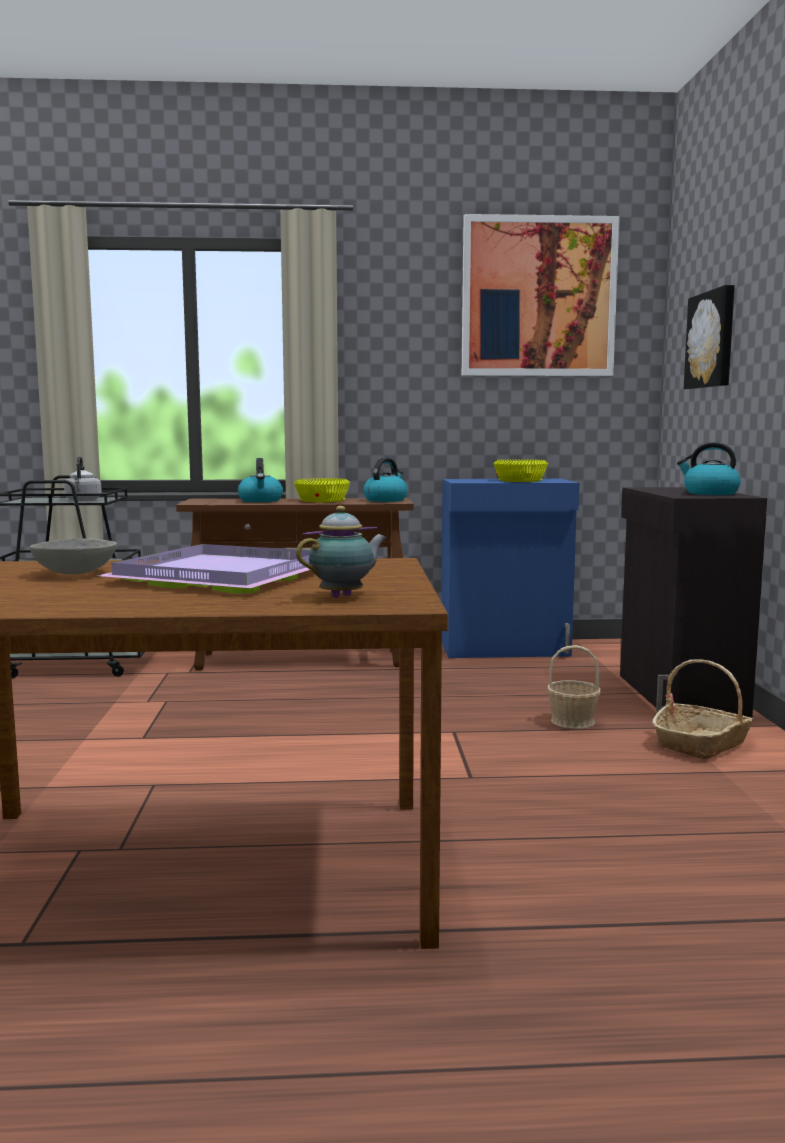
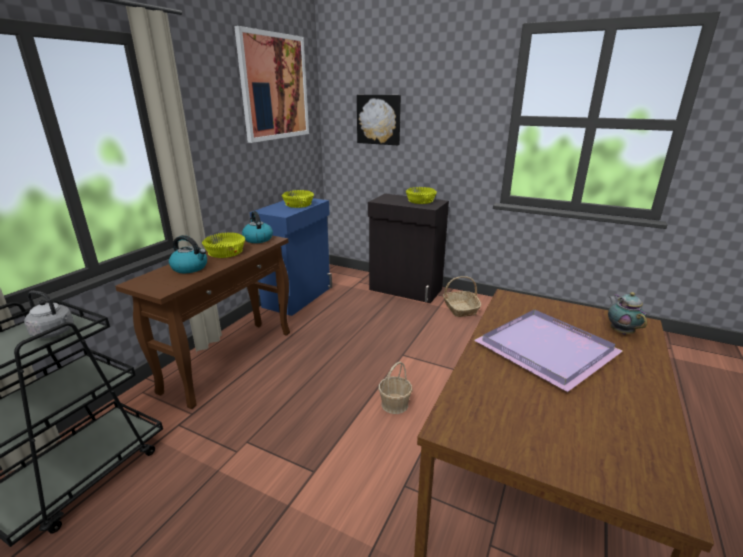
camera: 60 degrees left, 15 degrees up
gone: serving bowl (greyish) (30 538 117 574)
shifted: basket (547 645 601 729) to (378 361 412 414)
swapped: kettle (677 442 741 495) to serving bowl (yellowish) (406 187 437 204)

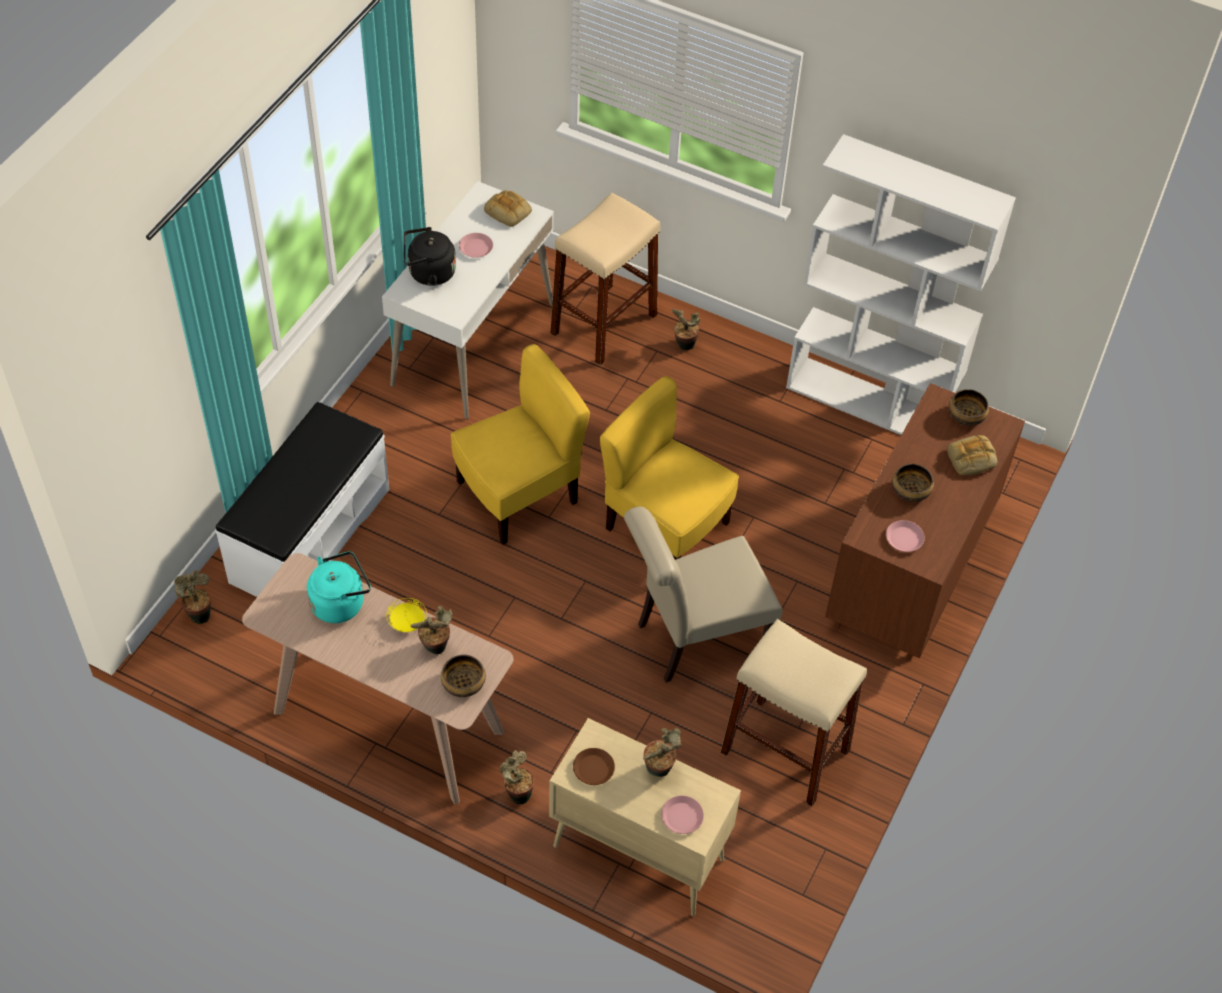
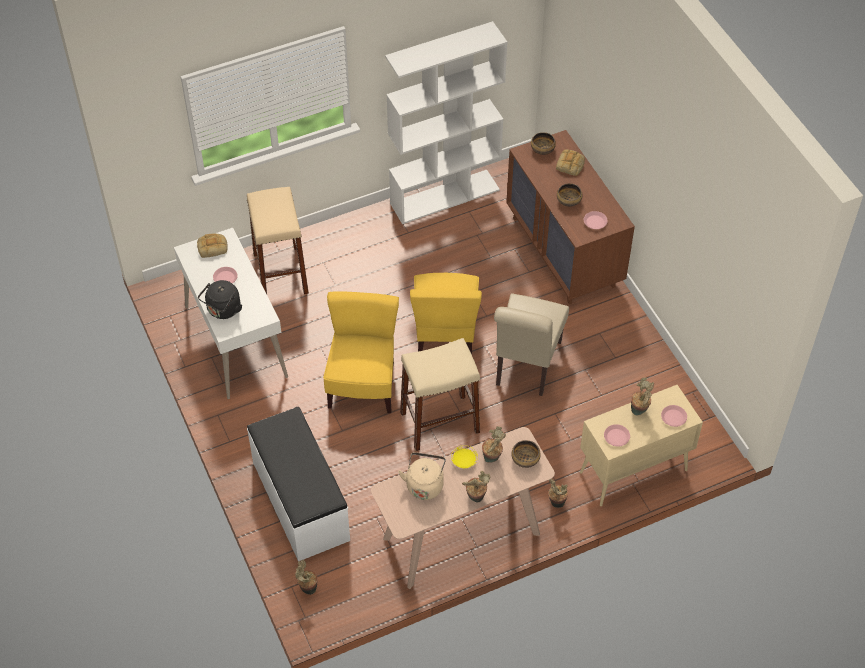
camera: 50 degrees left, 0 degrees up
shifted: plant in a pot (672 309 700 350) to (462 471 490 503); stool seat (beige-coloured) (721 619 867 806) to (400 338 480 451)
repainted: kettle (blue-green) (307 551 371 623) to kettle (beige-coloured) (398 452 446 500); flat dish (brown) (573 748 615 785) to flat dish (pinkish) (604 424 630 447)
rotated: plain chair (yellowish) (600 376 739 560) = (410 273 482 354) 75 degrees counterclockwise

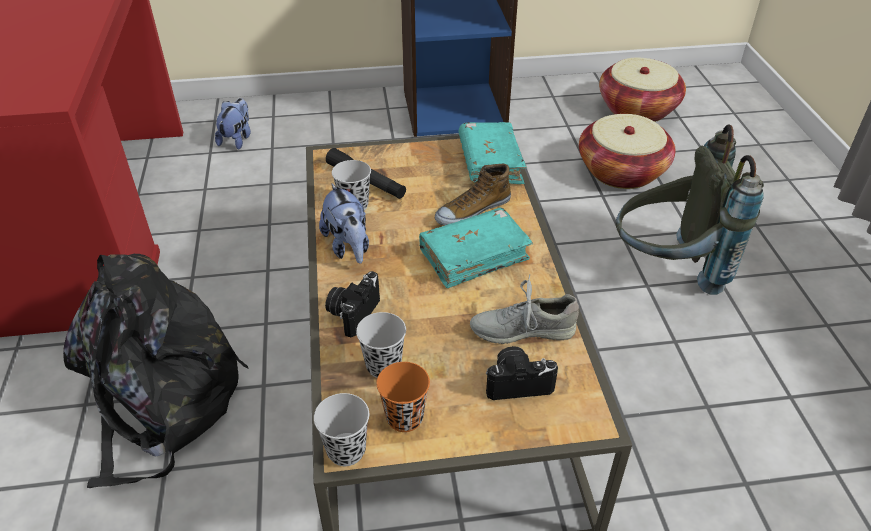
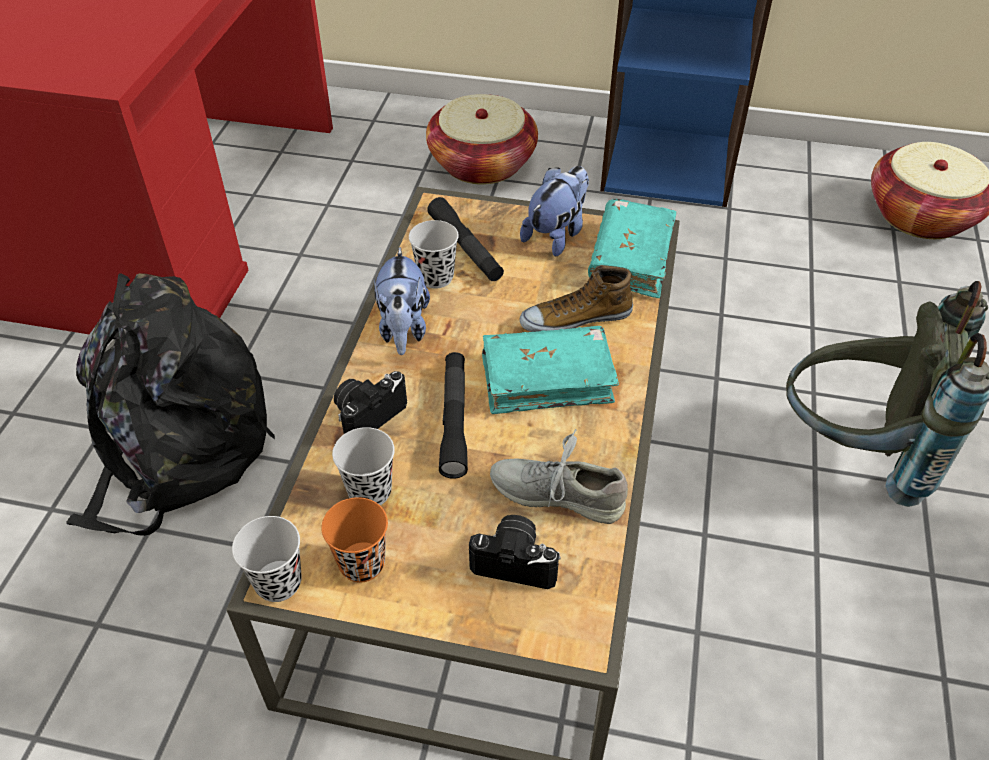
camera: 20 degrees right, 5 degrees up
new: torch (black) (439 352 468 479)
shifted: soft toy (215 98 251 149) to (520 166 589 257); basket (579 114 675 189) to (426 94 538 185)

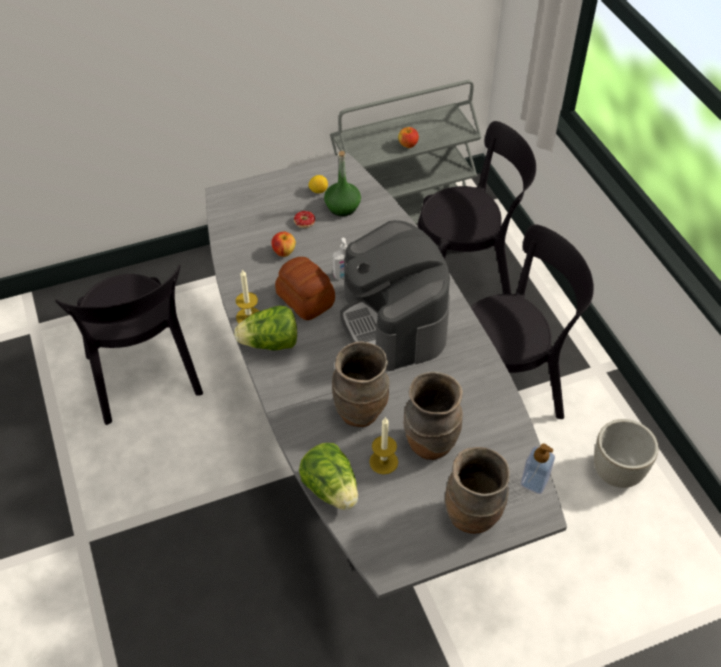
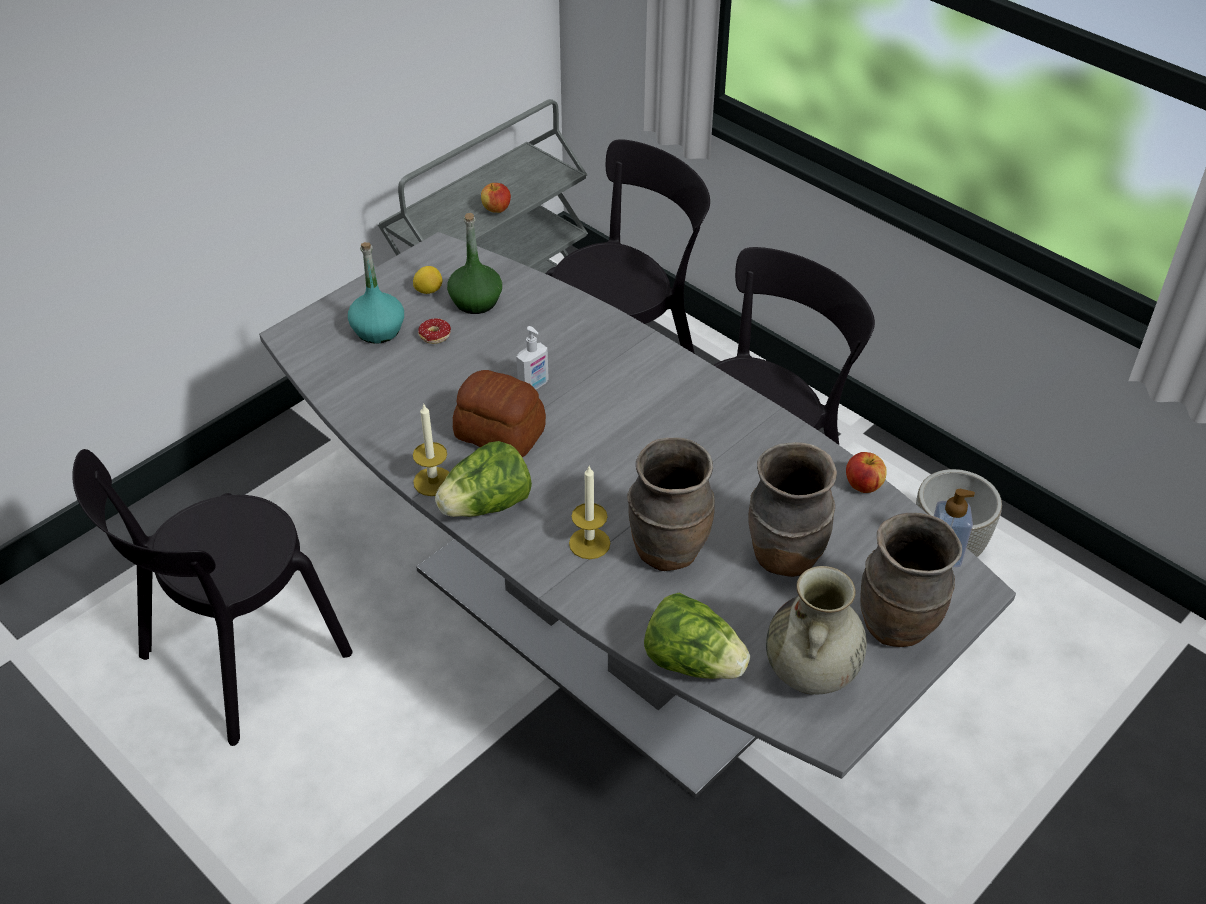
camera: 25 degrees left, 5 degrees down
gone: coffee brewer (340 220 450 371)
new: beverage bottle (blue-green) (348 242 404 344); decorative vase (beige-coloured) (766 566 867 694)
shifted: apple (271 232 296 257) to (846 452 887 493); wax light (369 417 398 474) to (569 466 611 559)
rotated: plain chair (black) (55 265 203 425) = (72 449 352 746) 90 degrees clockwise

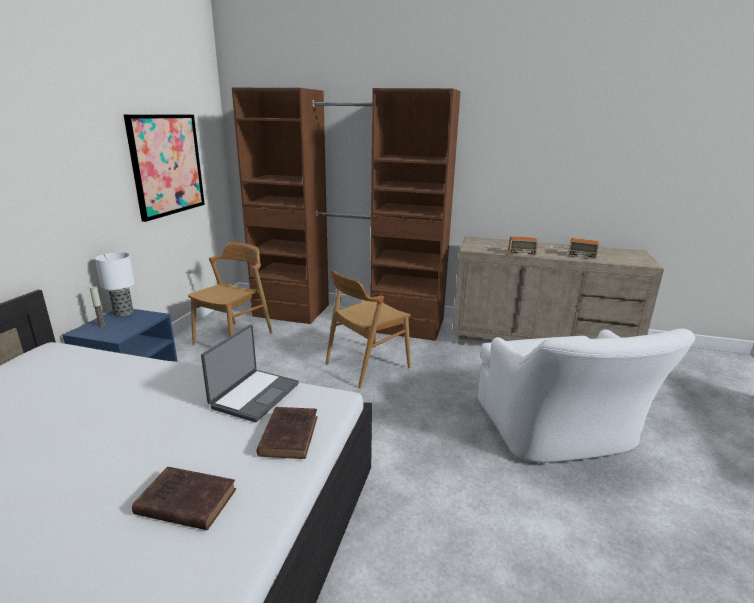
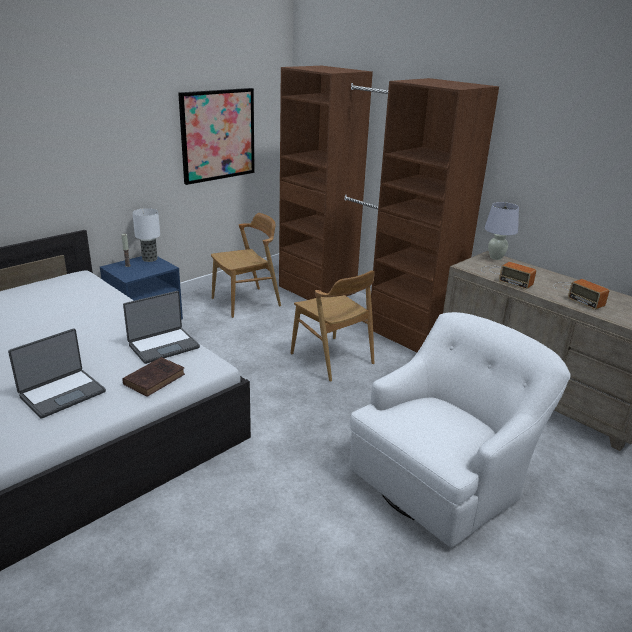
camera: 30 degrees right, 5 degrees up
new: tabletop lamp (white-coloured) (484 202 519 260)
swapped: bound book (brown) (132 467 236 530) to notebook computer (8 328 106 419)
rotated: plain chair (brown) (326 270 411 388) = (291 271 375 382) 120 degrees counterclockwise; lounge chair (white-coloured) (478 328 696 463) = (349 312 571 547) 150 degrees counterclockwise

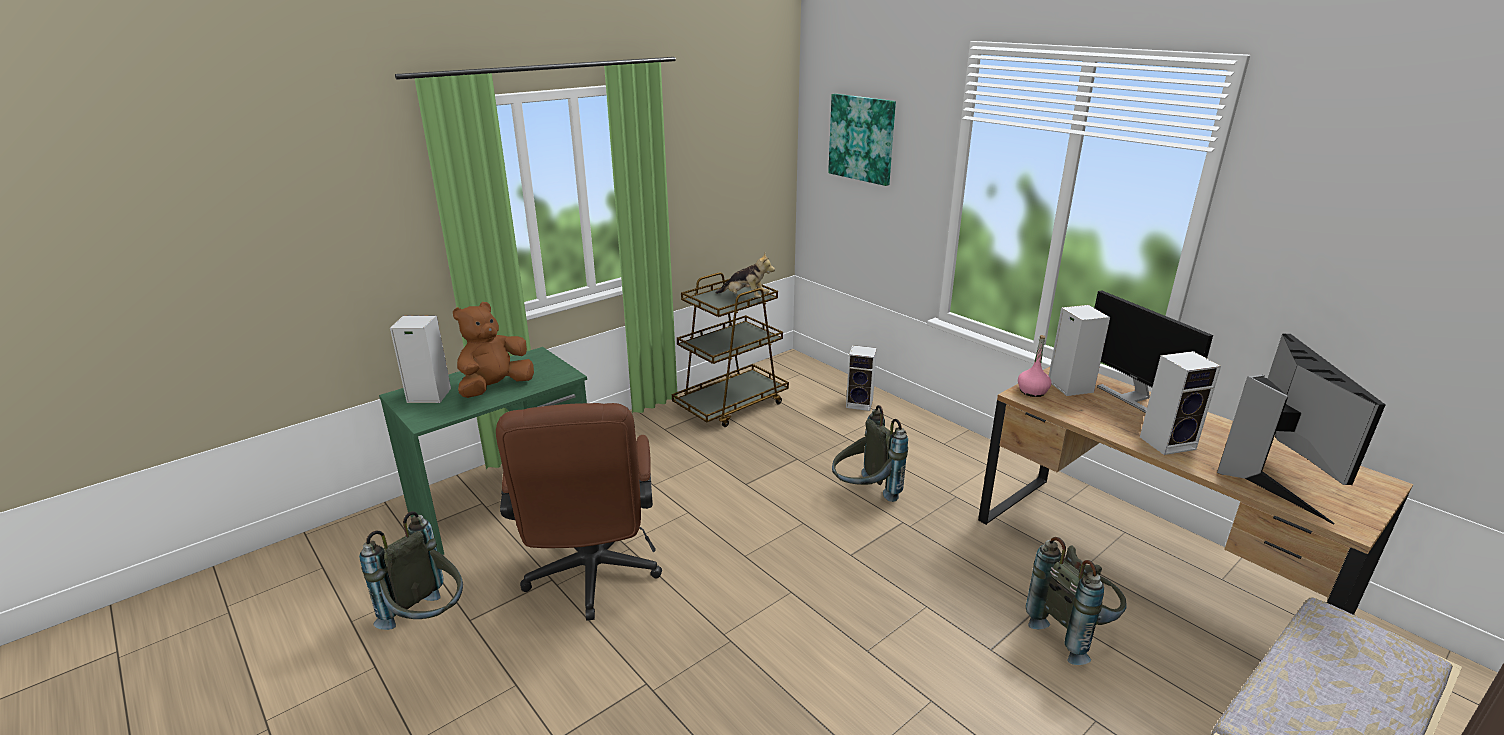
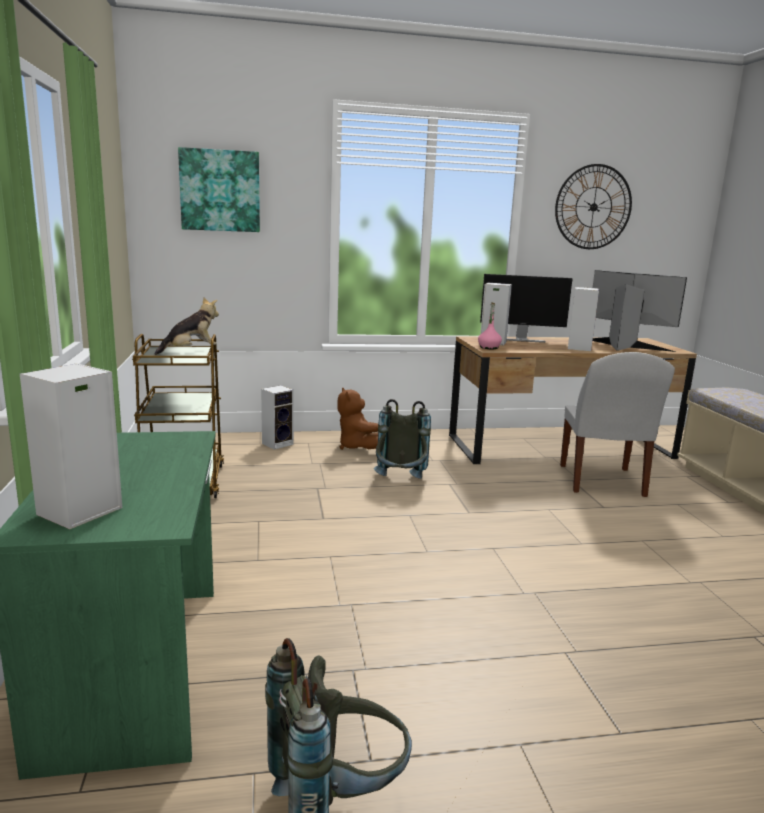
camera: 60 degrees left, 10 degrees down
gone: desk chair (brown) (496 403 662 621)
new: hanging clock (555 164 632 249)
shifted: soft toy (brown) (453 302 534 398) to (338 388 378 450)
swapped: backpack (greyish) (1026 537 1127 665) to plain chair (white-coloured) (560 352 675 497)

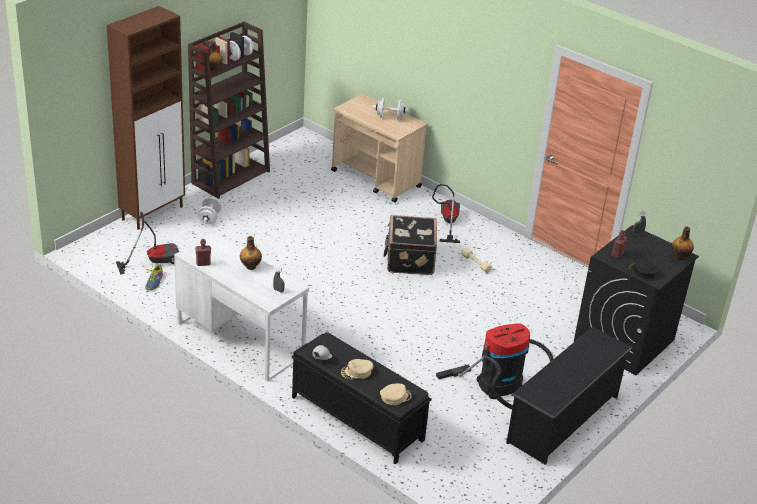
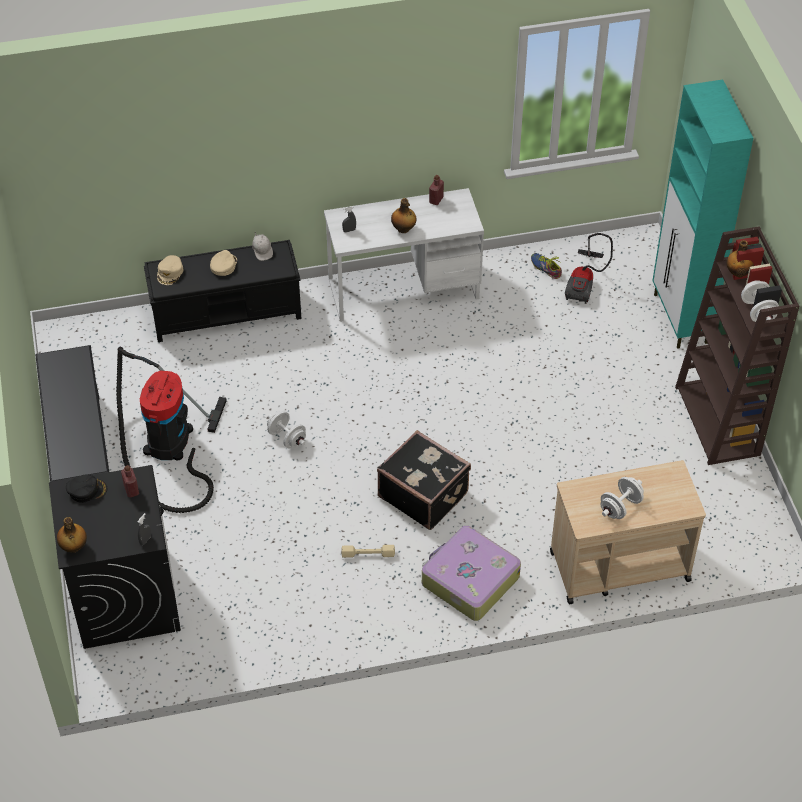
camera: 130 degrees right, 15 degrees up
shifted: hand weight (white-coloured) (197 197 222 224) to (267 411 306 448)
swapped: vacuum cleaner (432 184 460 243) to travel case (422 526 521 621)
repainted: cabinet (brown) (107 6 185 230) to cabinet (blue-green) (652 79 753 349)

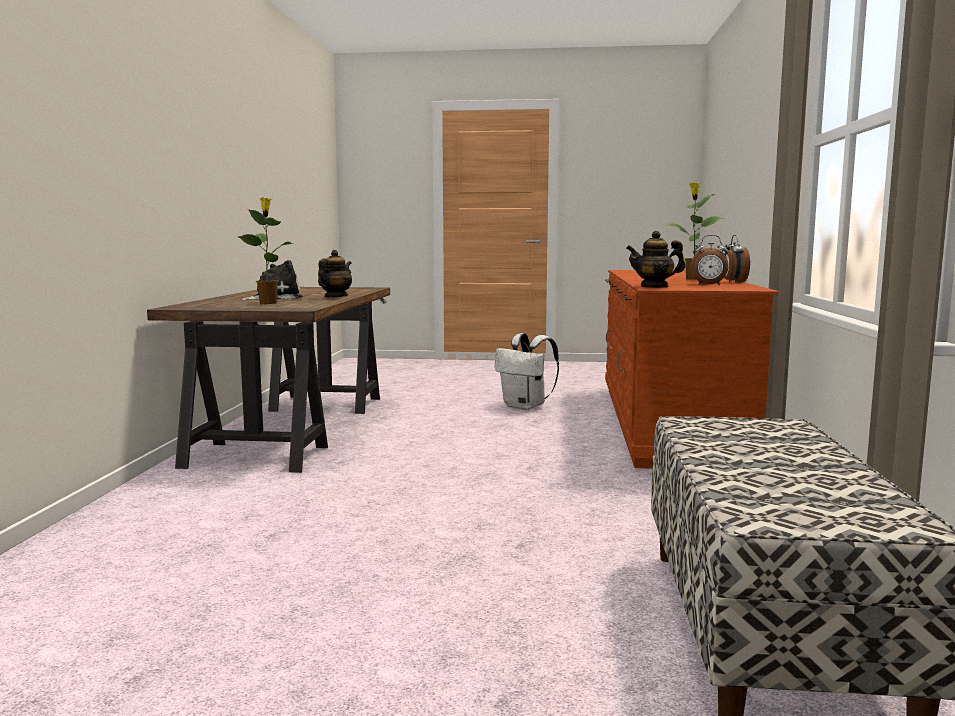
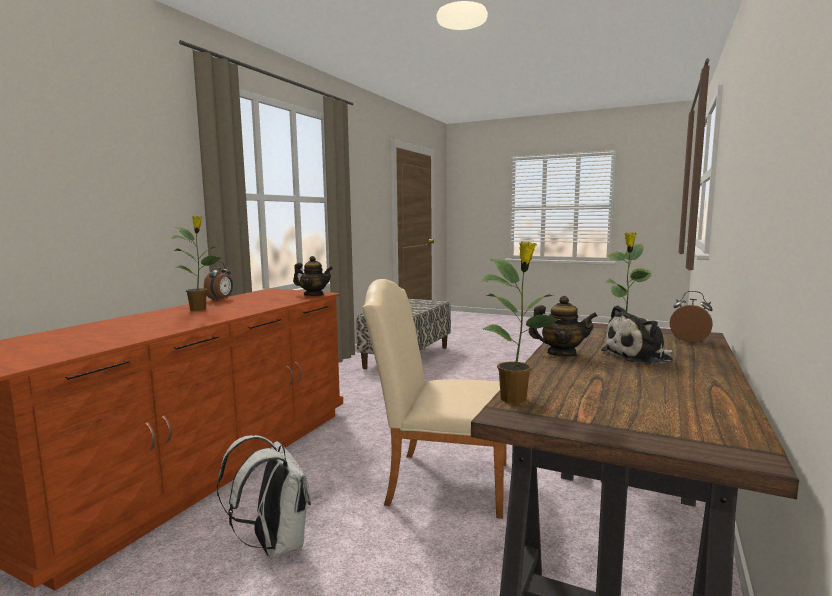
camera: 160 degrees left, 0 degrees up
new: plain chair (beige-coloured) (362 279 507 519); plant in a pot (480 241 563 404)
shifted: table clock (690 235 729 285) to (670 291 713 342)
rotated: teapot (318 250 352 297) = (529 296 598 357) 120 degrees counterclockwise

